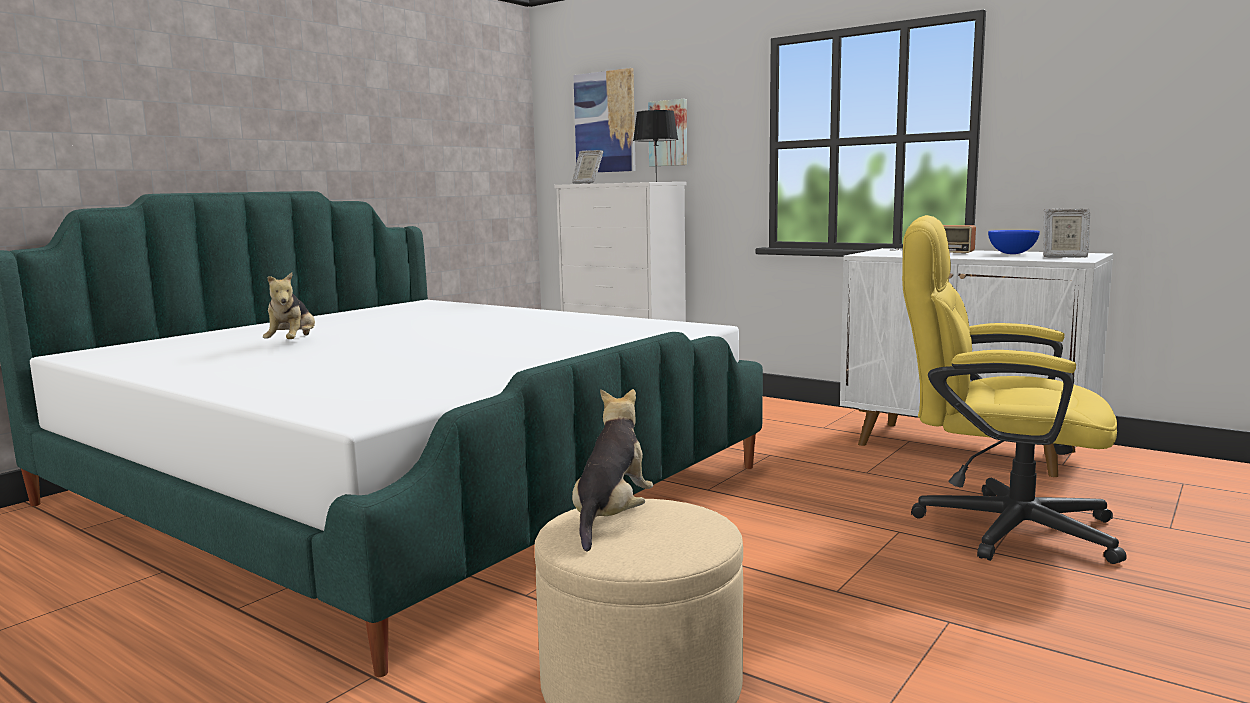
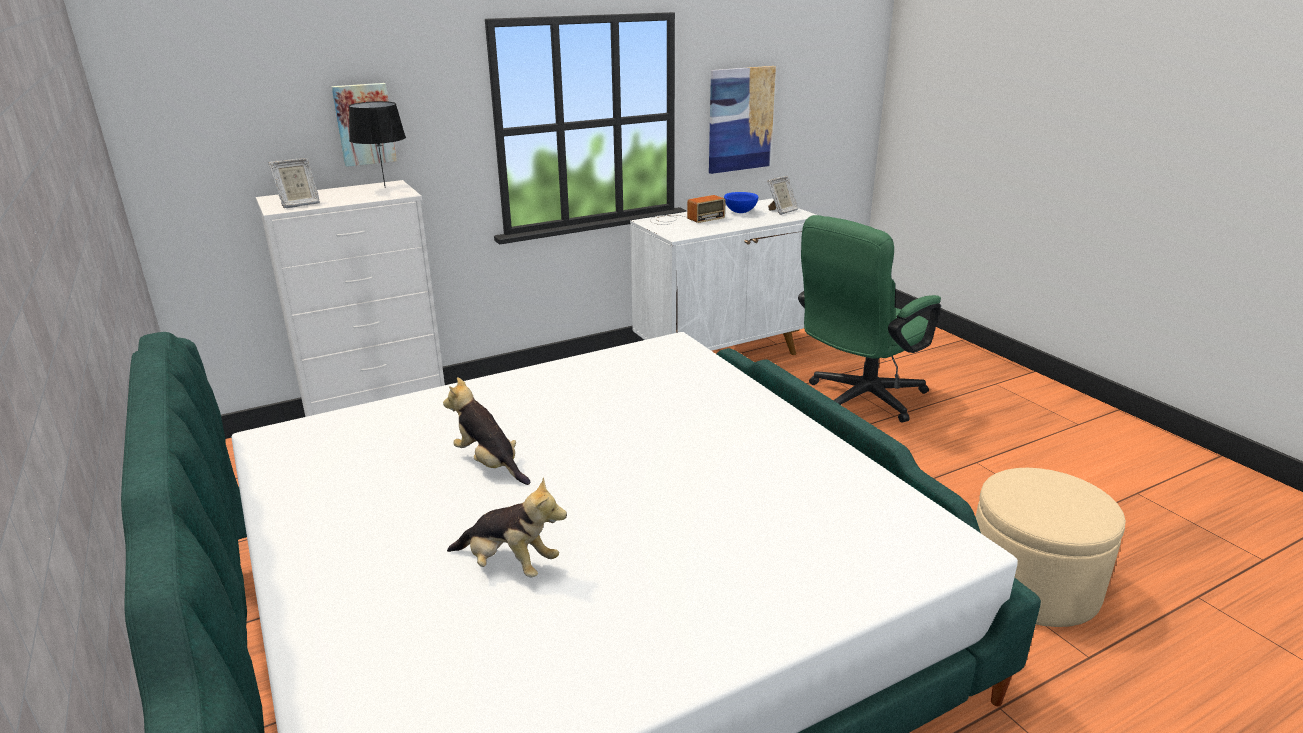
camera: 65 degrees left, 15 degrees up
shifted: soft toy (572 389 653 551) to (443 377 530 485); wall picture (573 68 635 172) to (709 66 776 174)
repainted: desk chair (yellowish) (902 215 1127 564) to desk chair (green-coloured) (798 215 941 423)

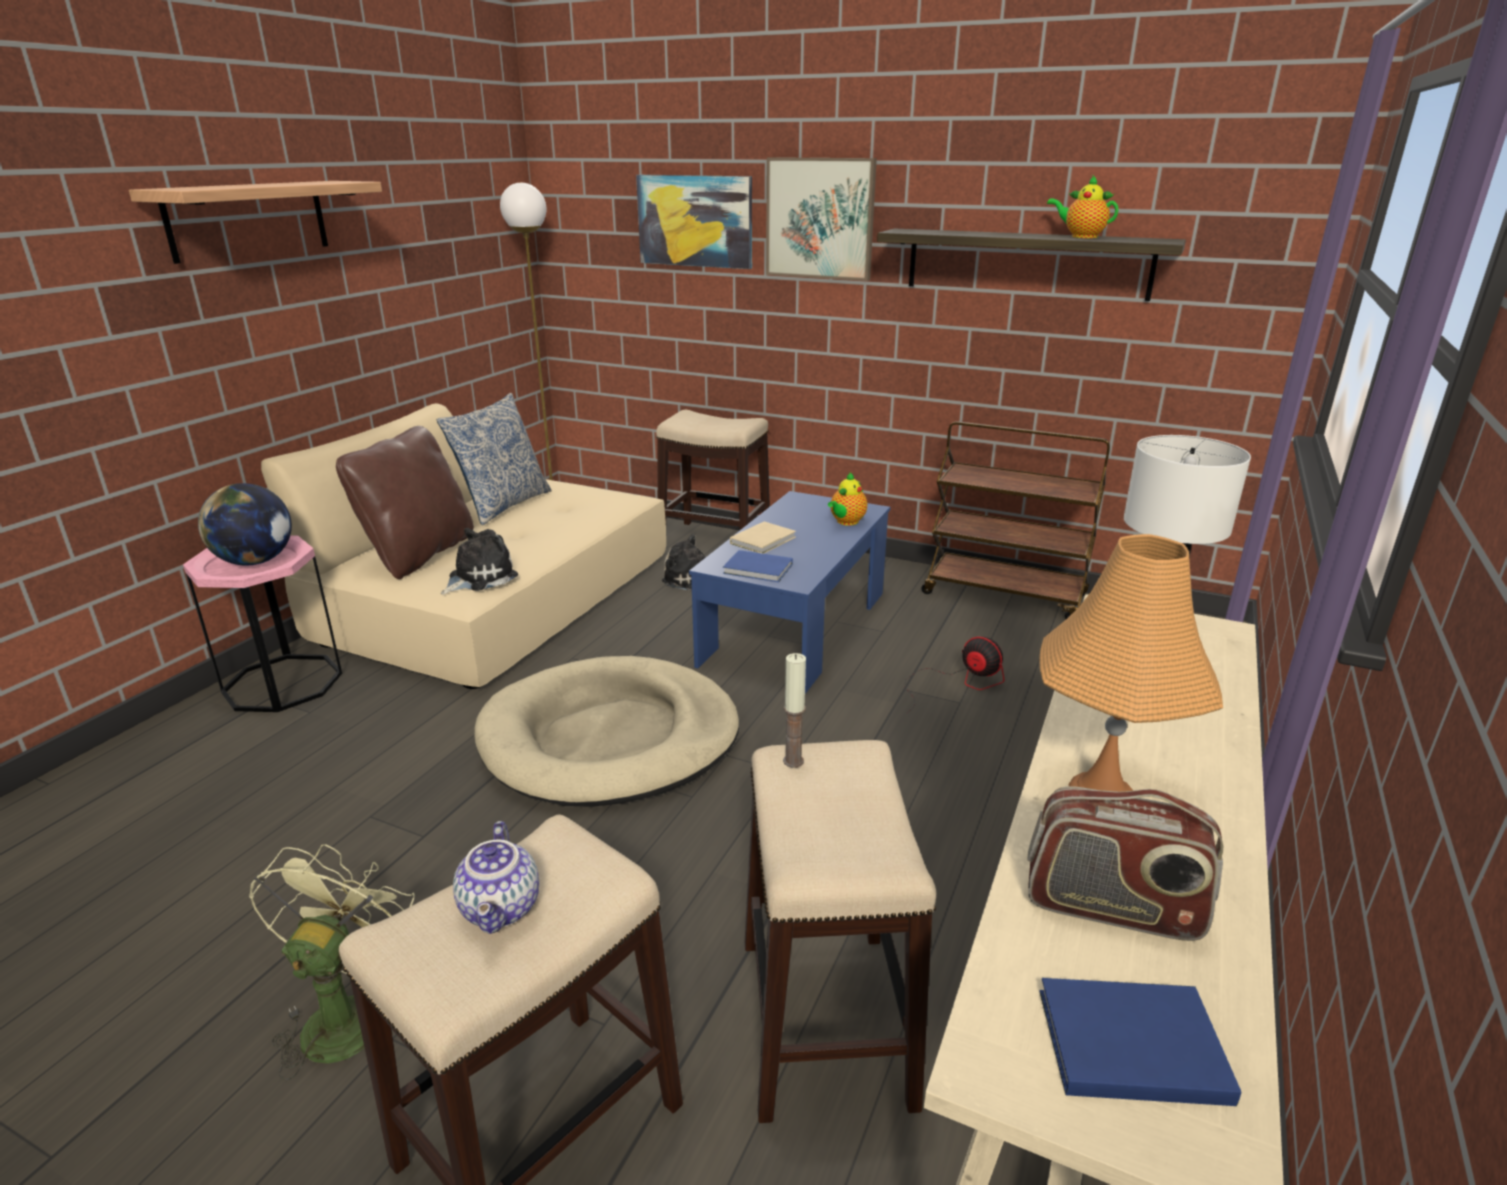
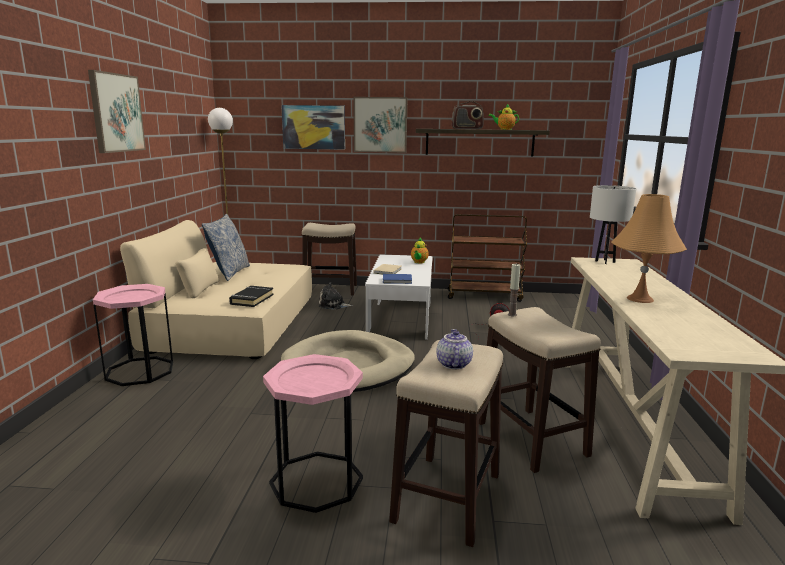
camera: 20 degrees left, 10 degrees down
gone: world globe (198 483 292 565); pillow (brown) (336 426 474 579); bound book (blue) (1039 978 1241 1106)
shifted: radio set (1027 786 1223 941) to (452 101 484 129)
swapped: bracket shelf (129 181 382 264) to wall picture (88 70 146 153); fan (green-coloured) (249 844 415 1080) to side table (pinkish) (263 354 363 513); soft toy (441 528 518 595) to bound book (black) (229 286 274 307)
repainted: coffee table (blue) (689 491 891 694) to coffee table (white-coloured) (365 254 433 340)
rotated: teapot (453 821 539 934) = (436 329 473 369) 150 degrees counterclockwise

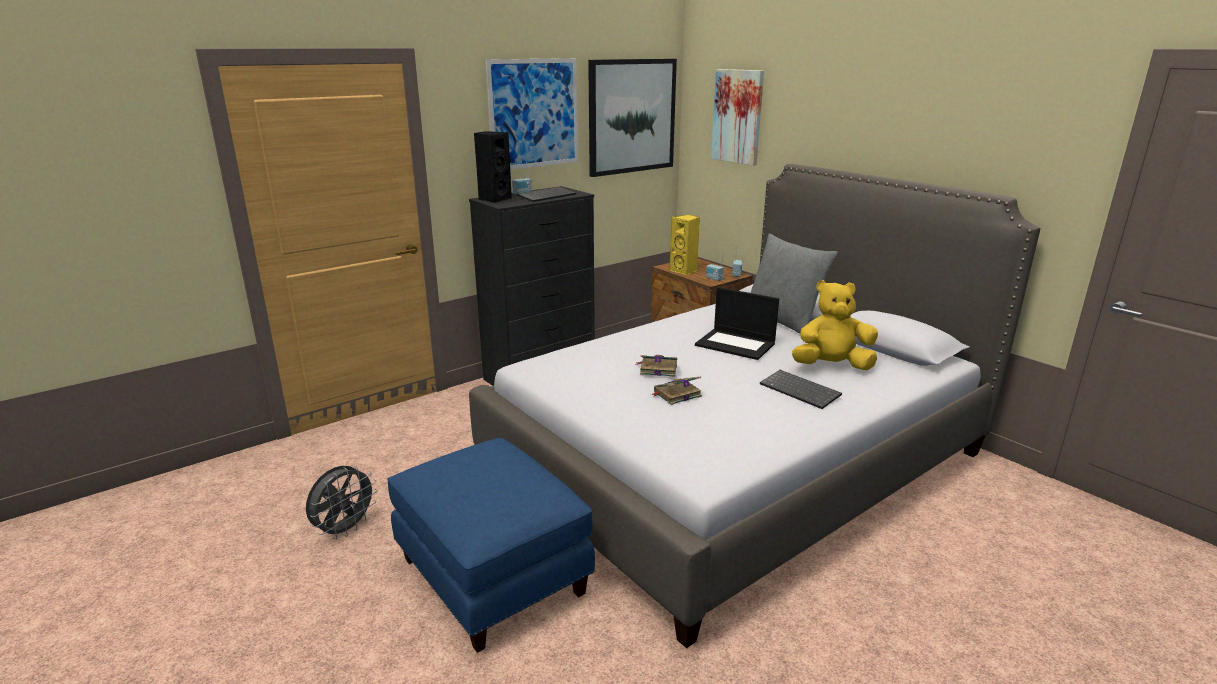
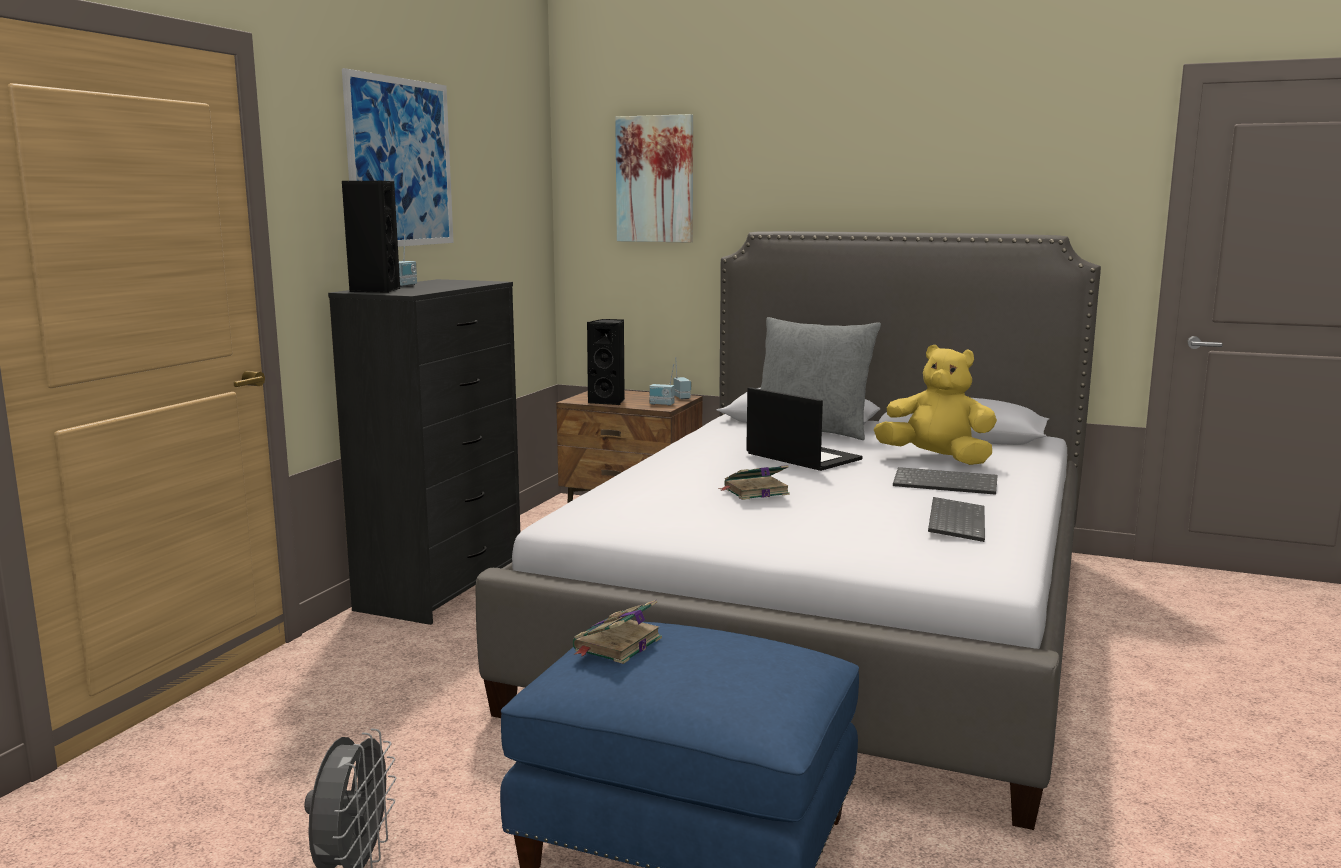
camera: 30 degrees left, 10 degrees down
gone: wall picture (588 59 677 177)
shifted: PC keyboard (517 187 576 202) to (928 497 985 542); bound book (651 377 702 405) to (573 600 662 664)
repainted: loudspeaker (yellowish) (669 214 700 275) to loudspeaker (black) (587 319 625 405)
rotated: notebook computer (695 287 779 360) = (746 387 863 471) 135 degrees counterclockwise; soft toy (yellowish) (792 280 878 370) = (874 345 997 465) 60 degrees clockwise

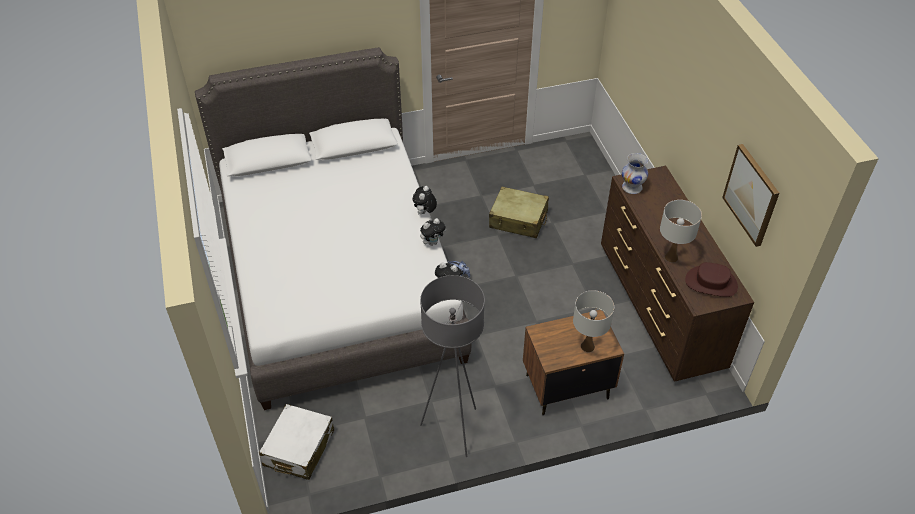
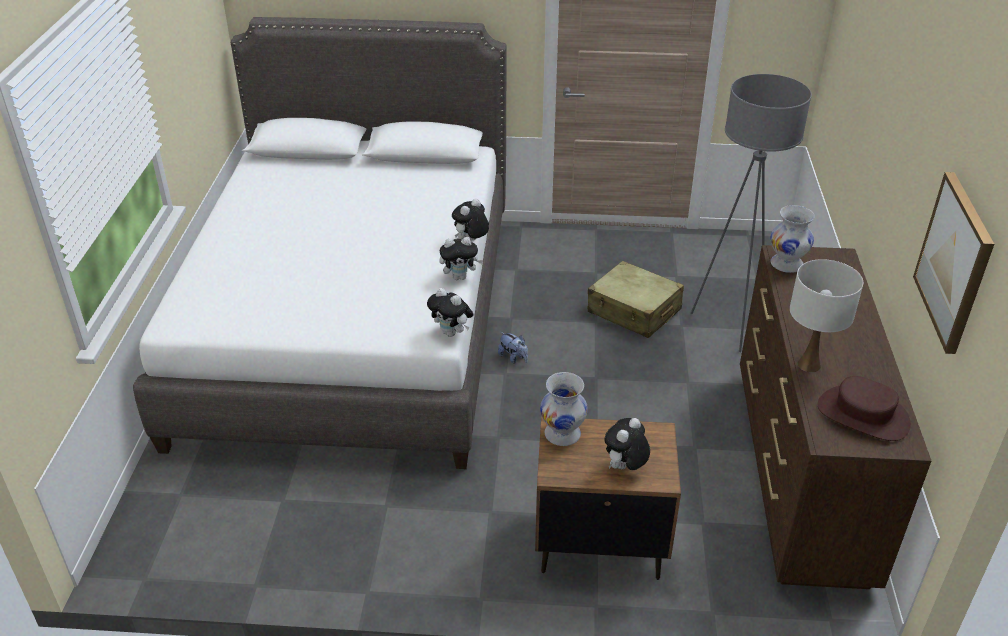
camera: 20 degrees right, 10 degrees down
gone: travel case (white-coloured) (259 404 334 480)
new: decorative vase (white-coloured) (540 372 588 446)
shifted: standard lamp (greyish) (420 275 485 457) to (691 74 812 352)
swapped: tabletop lamp (white-coloured) (573 290 614 352) to soft toy (604 418 650 470)

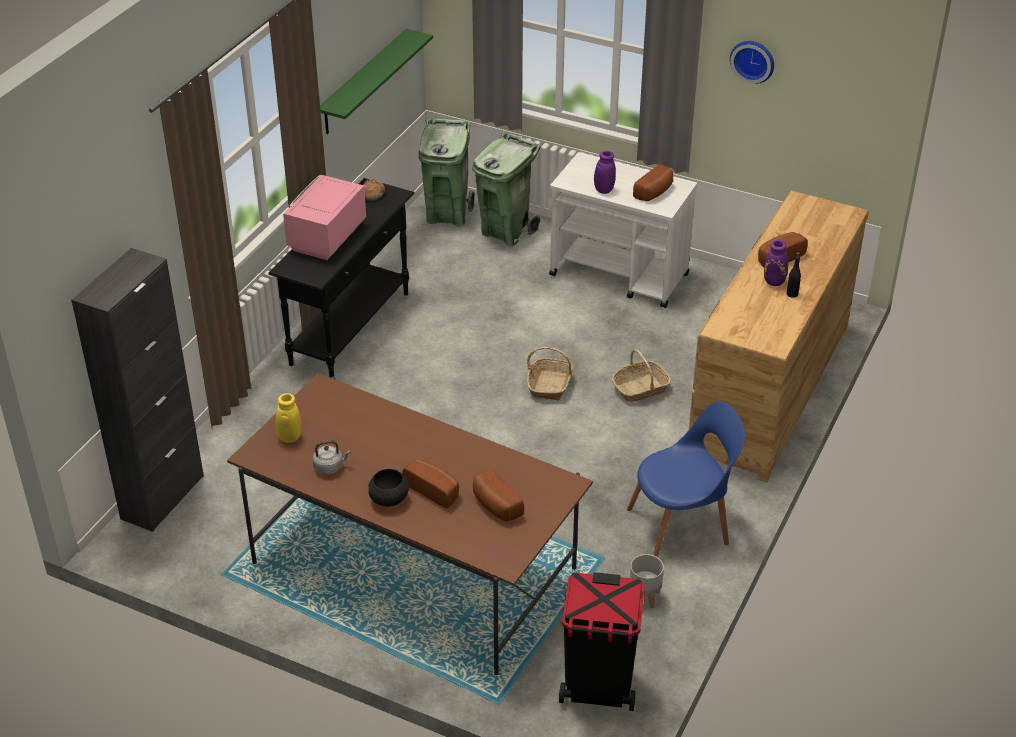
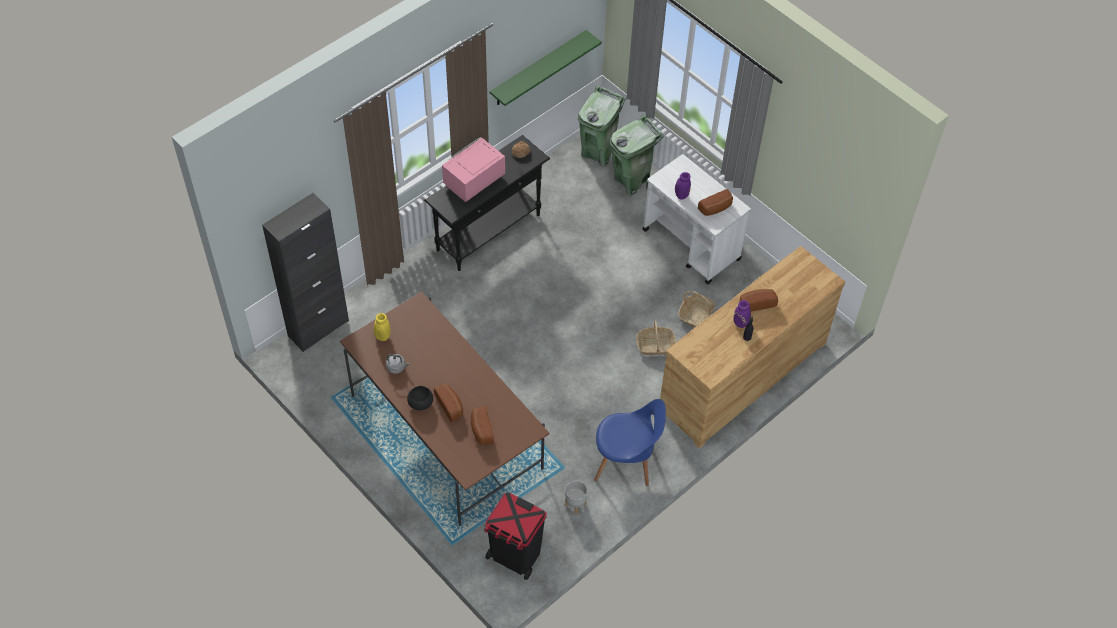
camera: 20 degrees right, 15 degrees up
gone: hanging clock (730 41 774 84)
shifted: basket (527 347 573 400) to (678 291 715 328)

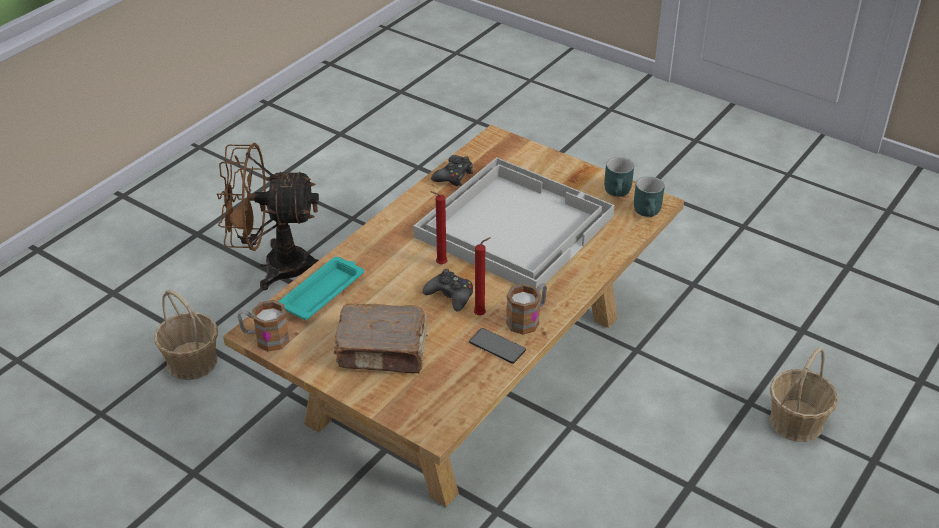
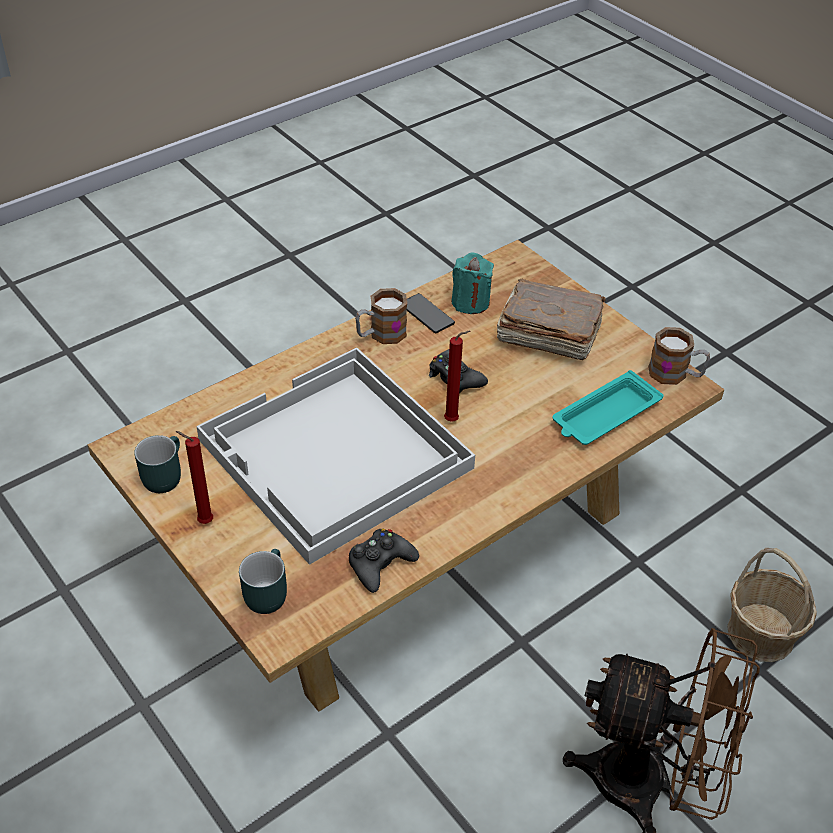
camera: 165 degrees left, 5 degrees up
gone: basket (769 347 838 442)
new: wax light (blue-green) (451 252 494 314)
shifted: wax light (reddish) (474 237 491 315) to (176 431 213 524); tea mug (blue-green) (634 176 665 217) to (239 549 287 614)

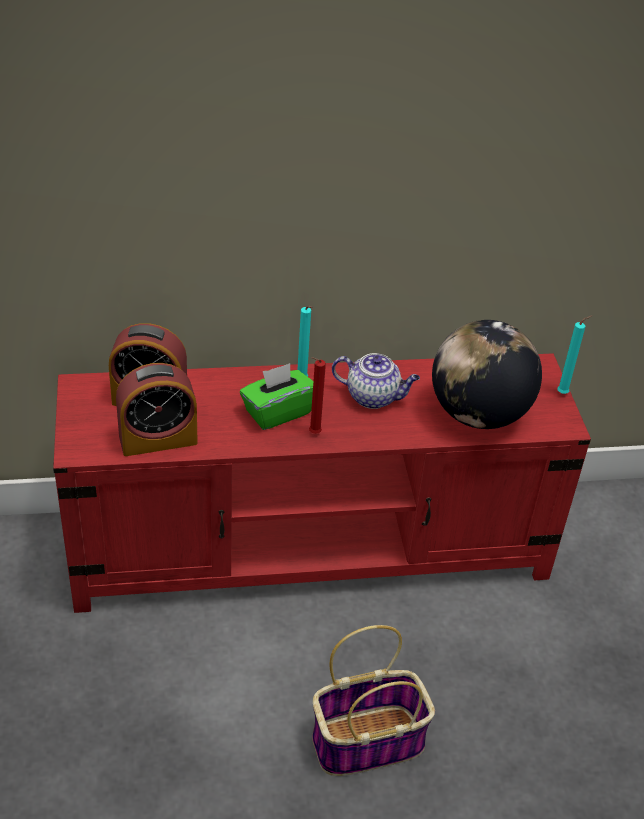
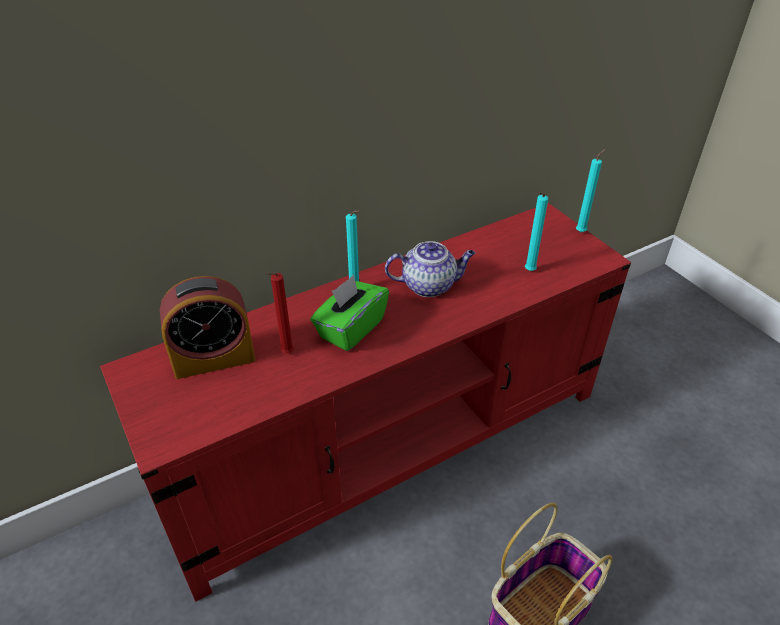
camera: 20 degrees left, 0 degrees up
gone: table clock (116 363 198 456)
shifted: wax light (reddish) (309 357 326 434) to (267 273 294 354)
swapped: world globe (432 320 542 429) to wax light (blue-green) (525 193 548 271)

